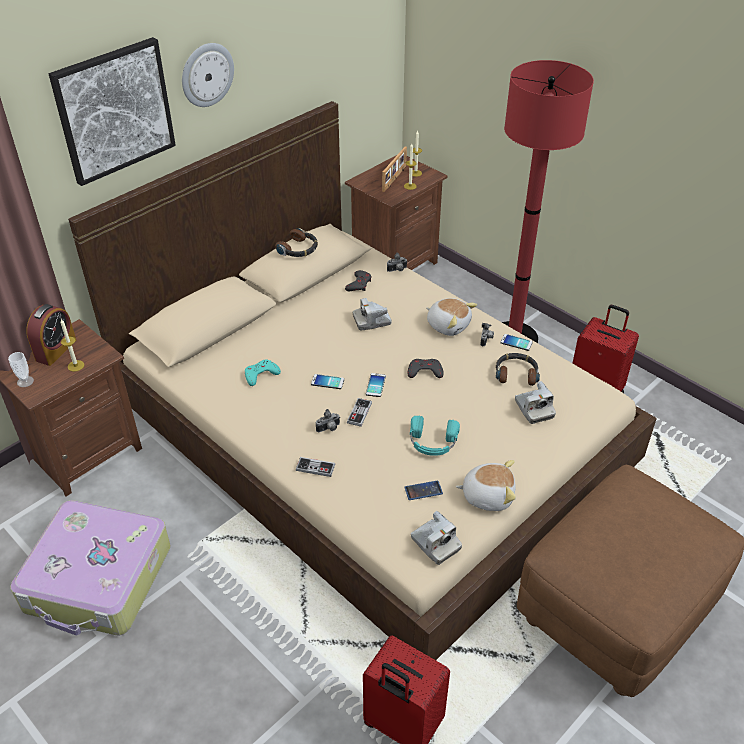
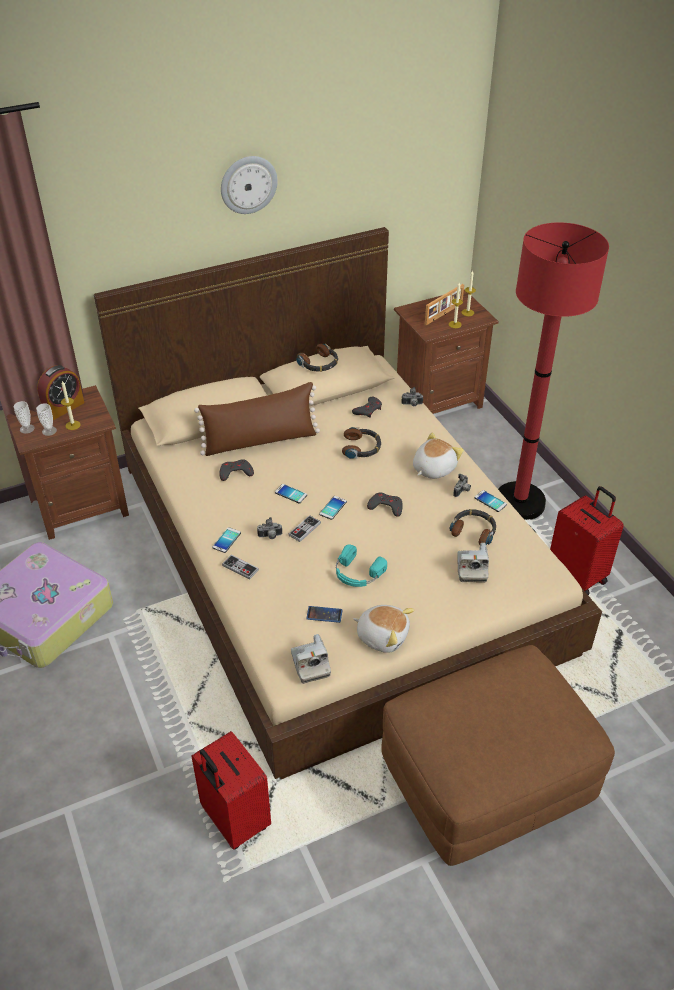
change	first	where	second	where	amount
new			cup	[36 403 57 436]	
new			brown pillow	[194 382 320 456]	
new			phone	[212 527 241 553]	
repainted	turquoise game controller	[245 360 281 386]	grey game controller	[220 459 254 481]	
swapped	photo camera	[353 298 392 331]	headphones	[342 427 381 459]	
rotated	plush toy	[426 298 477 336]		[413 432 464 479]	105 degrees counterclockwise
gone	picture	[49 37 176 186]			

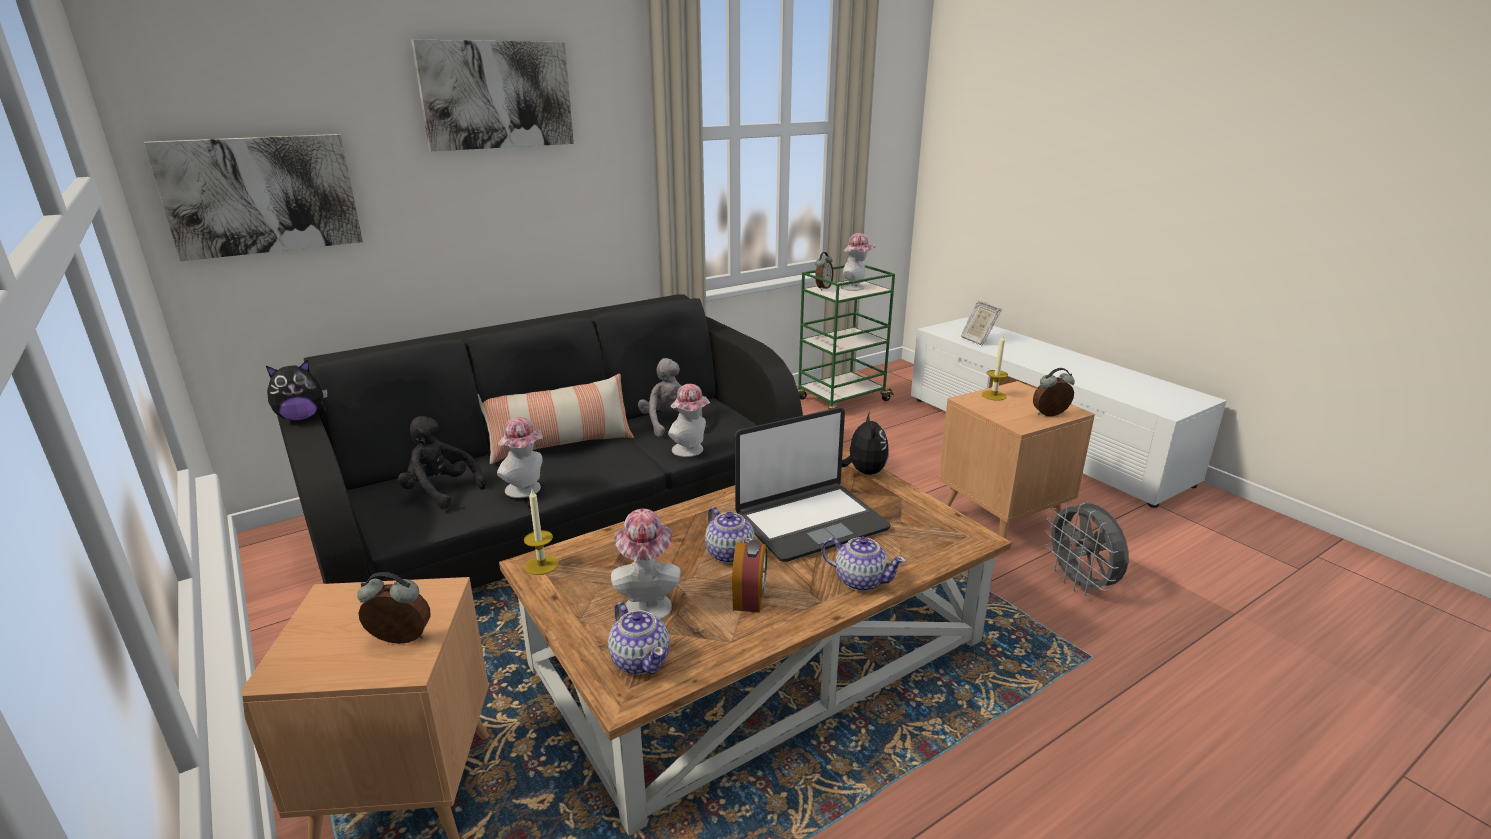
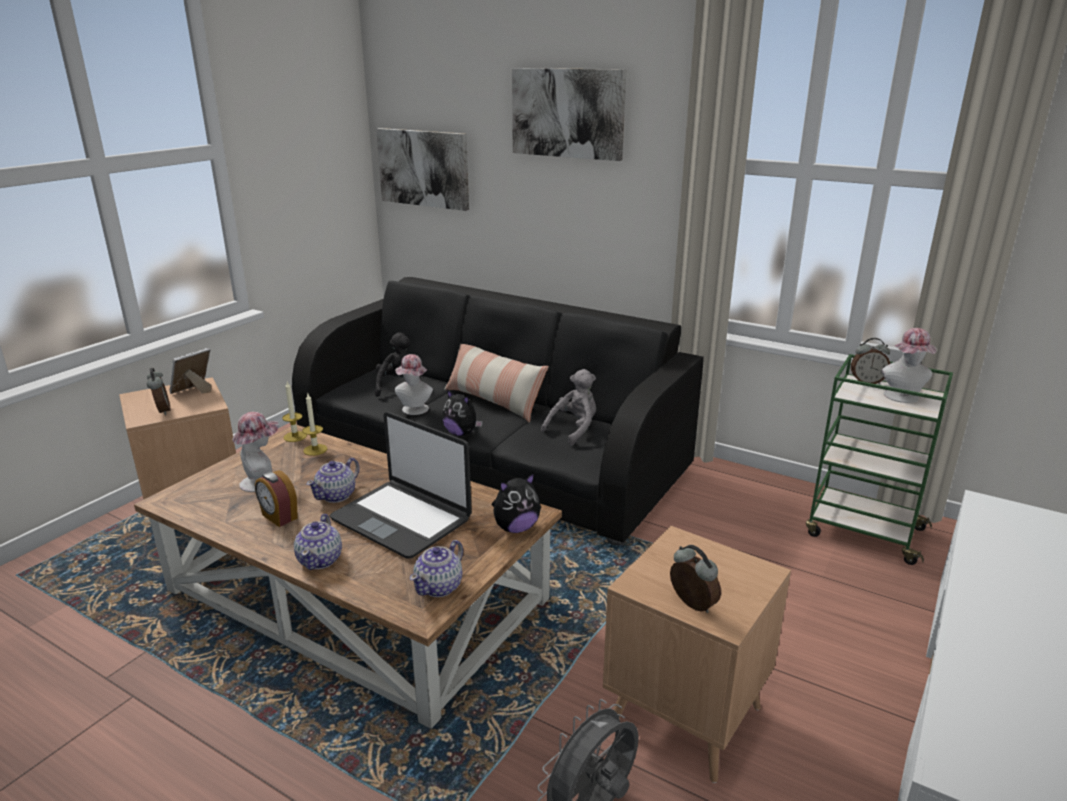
change	first	where	second	where	amount
shifted	picture frame	[961 300 1002 345]		[169 348 212 394]	
rotated	alarm clock	[732 540 767 613]		[255 470 298 527]	60 degrees clockwise
shifted	candle	[982 335 1008 401]		[302 394 327 456]	
shifted	teapot	[608 602 669 674]		[410 540 463 597]	
shifted	plush toy	[266 360 327 421]		[442 389 483 436]	
gone	hat	[668 384 711 457]			

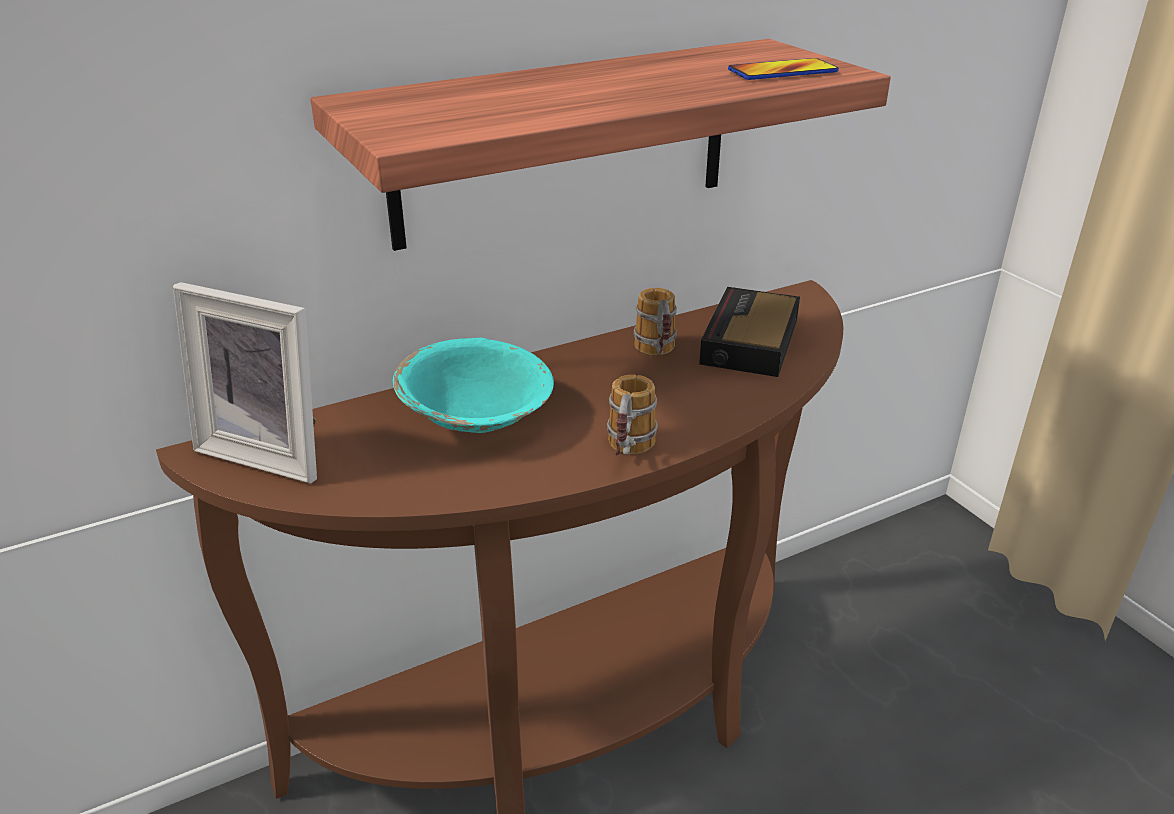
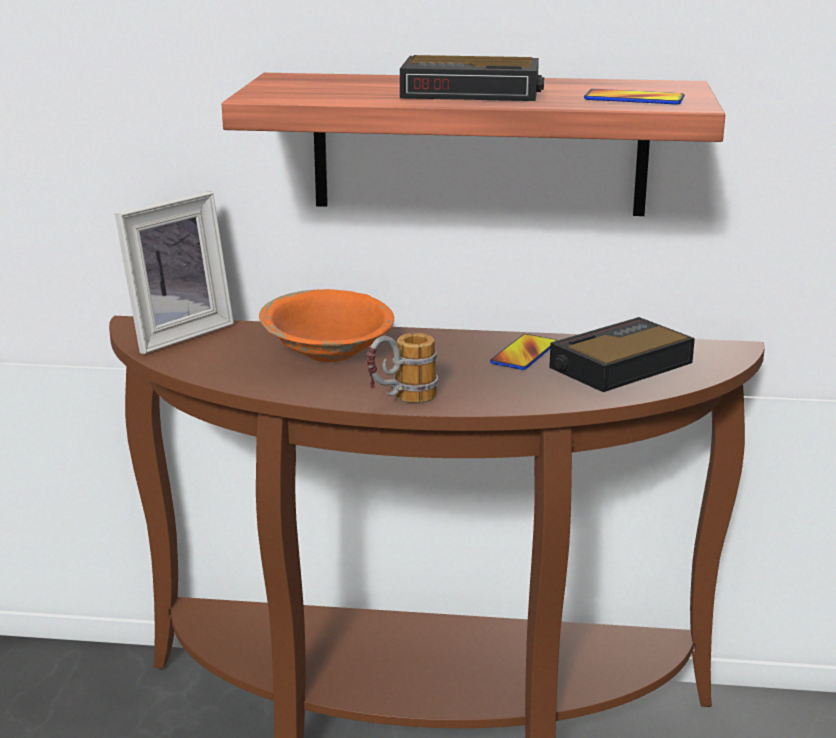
change	first	where	second	where	amount
rotated	picture frame	[173 282 317 483]		[115 191 234 354]	105 degrees counterclockwise
repainted	turquoise bowl	[393 338 554 433]	orange bowl	[259 289 394 362]	
new			alarm clock	[400 55 544 101]	
swapped	mug	[634 288 677 355]	phone	[490 334 557 370]	

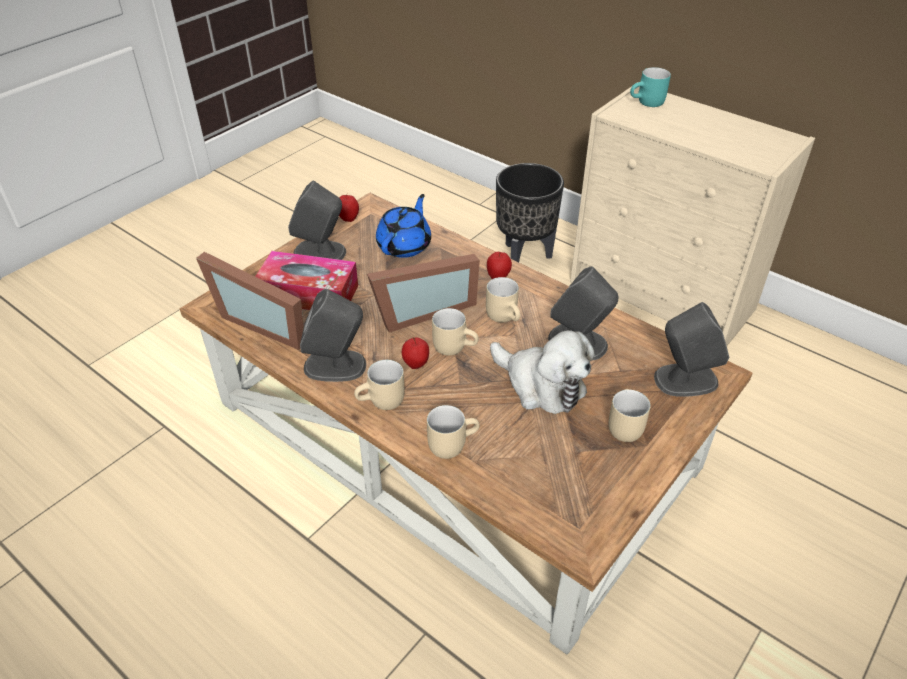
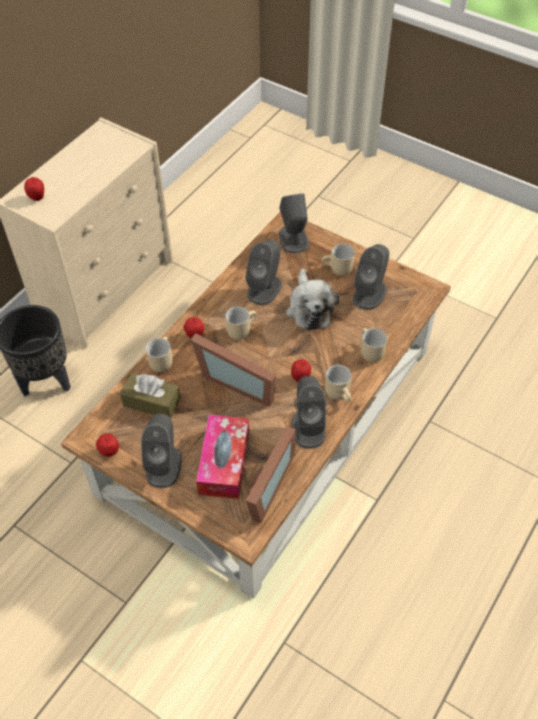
change	first	where	second	where	amount
swapped	turquoise mug	[630 67 671 107]	apple	[24 177 44 201]	
swapped	blue teapot	[376 194 431 258]	brown tissue box	[120 373 181 418]	
shifted	beige mug	[432 308 479 356]		[146 337 173 372]	
rotated	picture frame	[367 254 480 333]		[191 333 276 407]	150 degrees clockwise
rotated	plush toy	[490 330 595 414]		[286 269 339 330]	135 degrees clockwise
new			grey speaker	[353 244 389 310]	

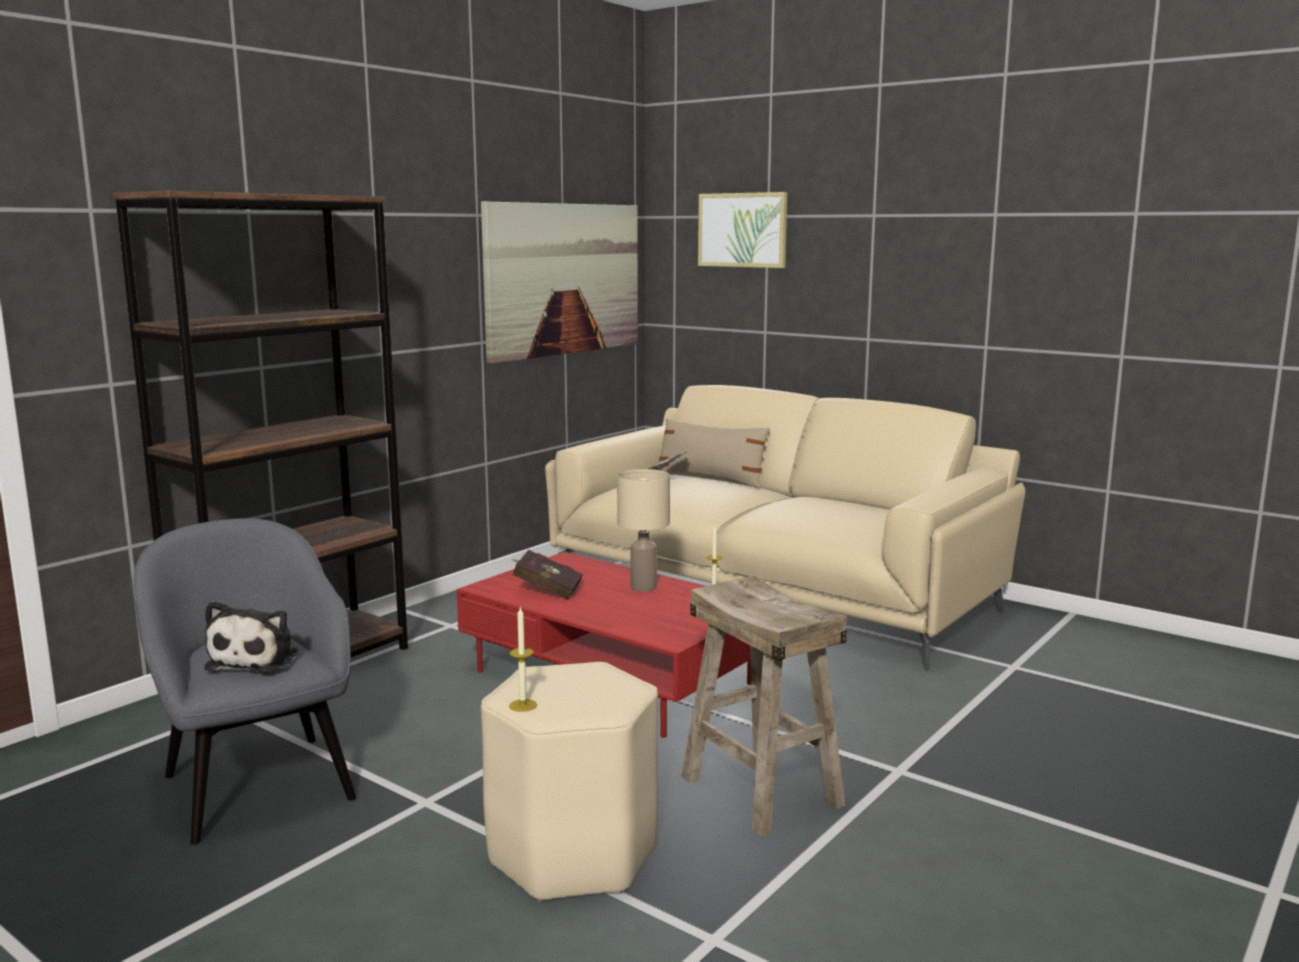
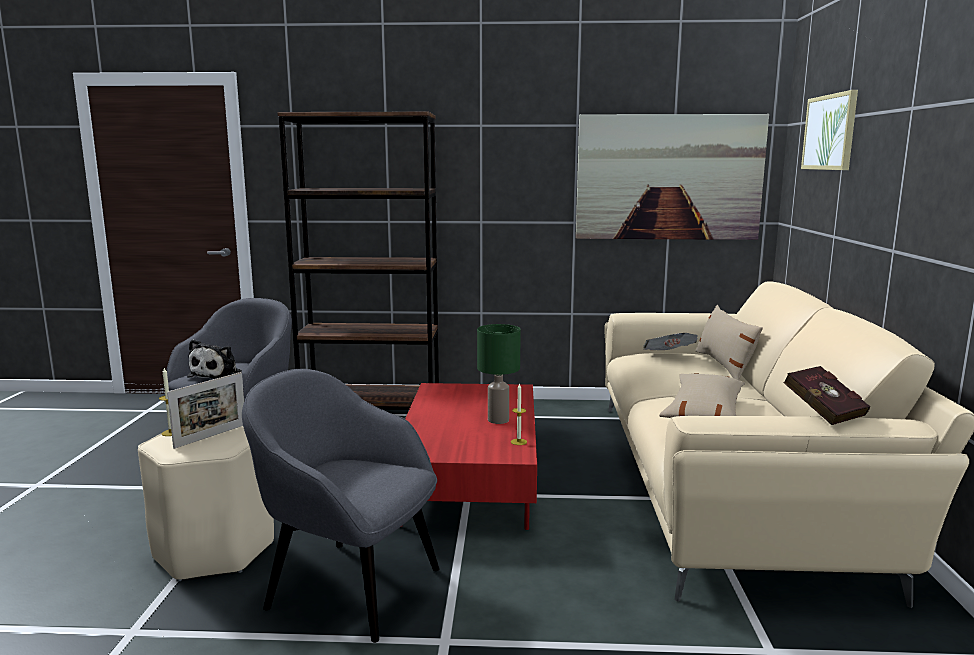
change	first	where	second	where	amount
new			picture frame	[167 372 244 449]	
rotated	plush toy	[204 601 299 673]		[187 339 242 379]	45 degrees counterclockwise
swapped	beige stool	[681 576 847 837]	grey armchair	[242 369 439 643]	
repainted	beige table lamp	[617 469 670 592]	green table lamp	[477 324 521 424]	
new			beige pillow	[659 373 745 418]	
shifted	red book	[511 550 583 600]		[784 366 870 425]	

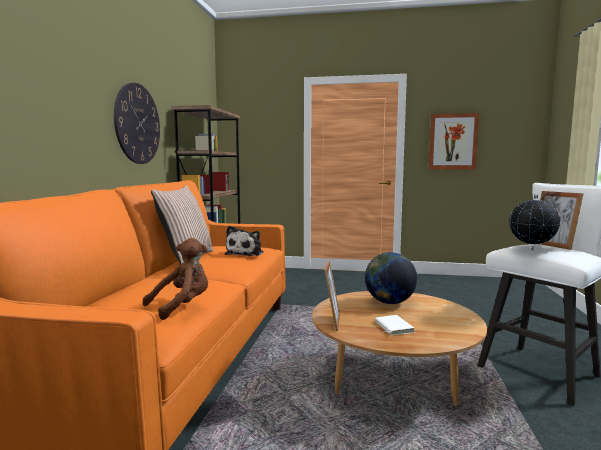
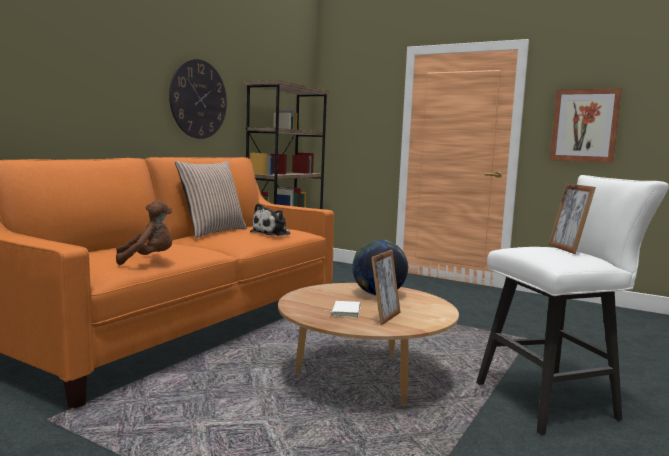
change	first	where	second	where	amount
shifted	picture frame	[324 260 340 331]		[371 250 401 325]	
gone	globe	[509 194 560 250]			

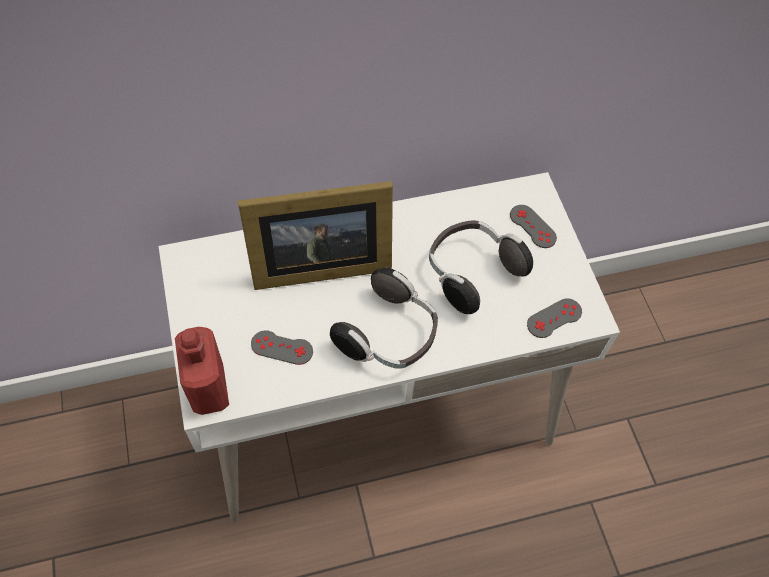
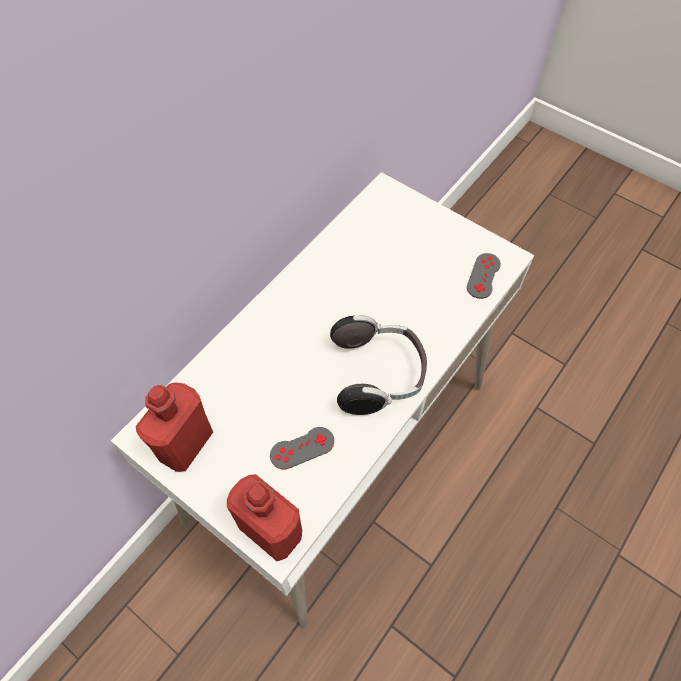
change	first	where	second	where	amount
new			red bottle	[136 382 213 472]	
gone	picture frame	[238 181 393 290]			
gone	headphones	[429 220 533 314]			
gone	grey game controller	[510 205 557 248]			

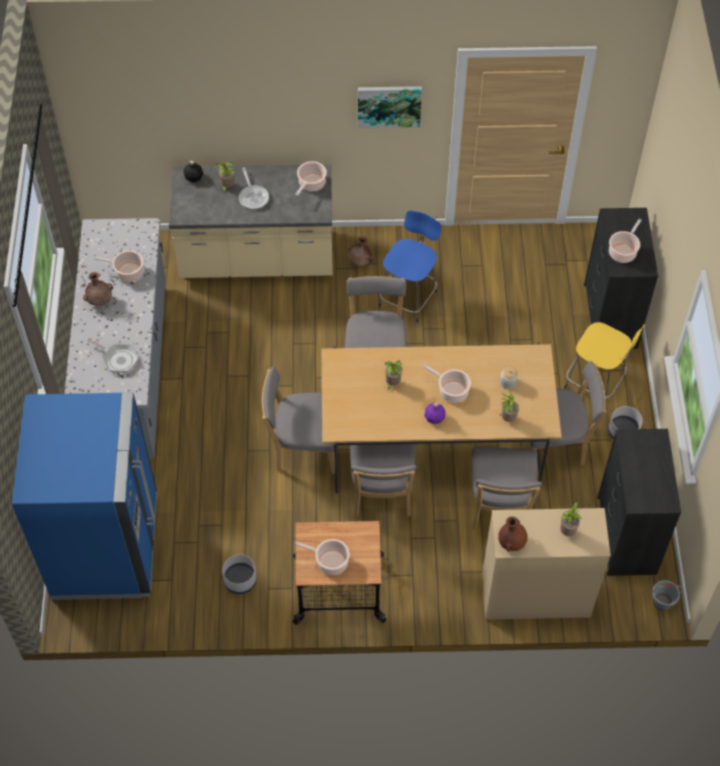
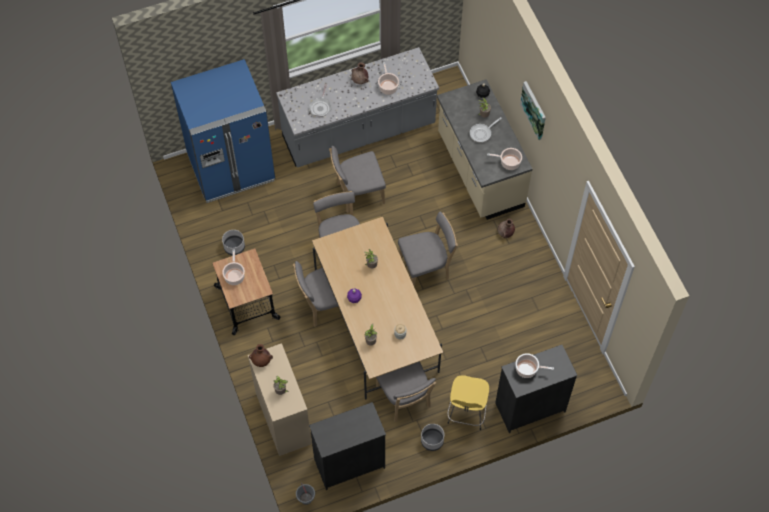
change	first	where	second	where	amount
shifted	grey chair	[471 447 542 530]		[329 146 386 213]	
shifted	picture	[358 86 422 129]		[520 81 546 140]	
gone	blue stool	[379 210 441 323]			
gone	cooking pot	[423 365 471 403]			

